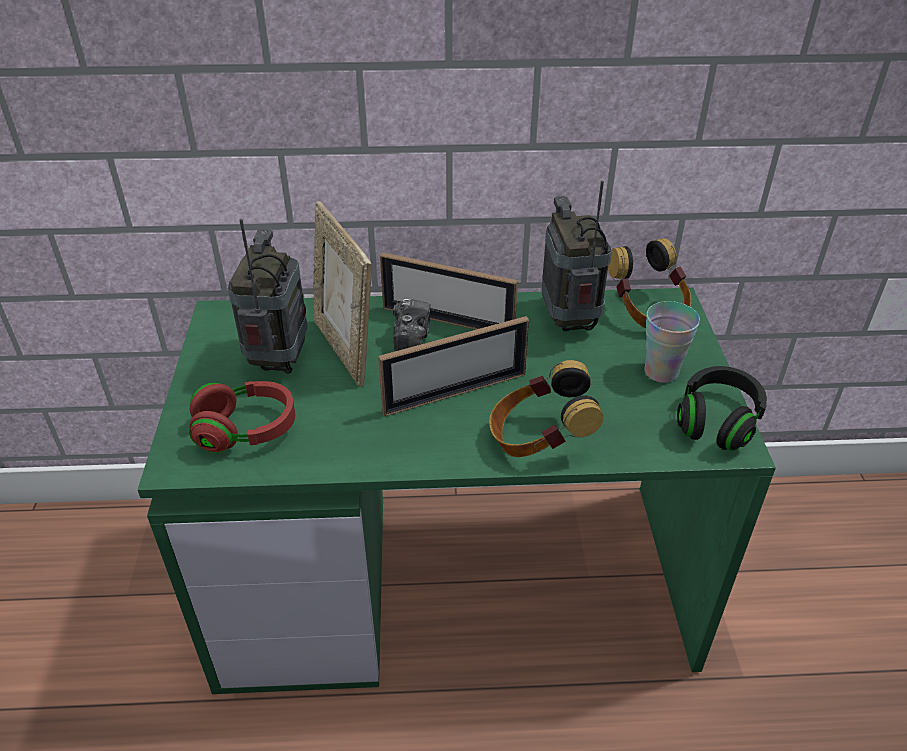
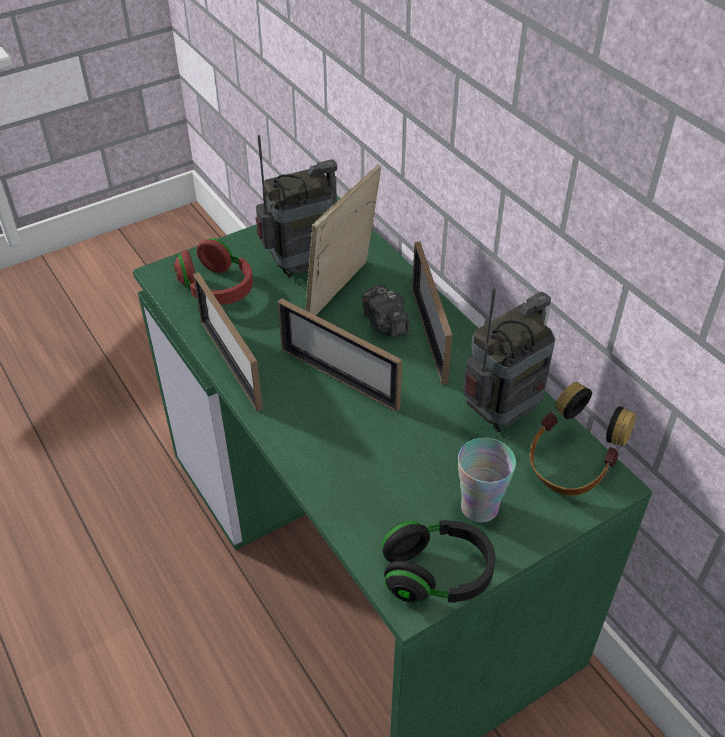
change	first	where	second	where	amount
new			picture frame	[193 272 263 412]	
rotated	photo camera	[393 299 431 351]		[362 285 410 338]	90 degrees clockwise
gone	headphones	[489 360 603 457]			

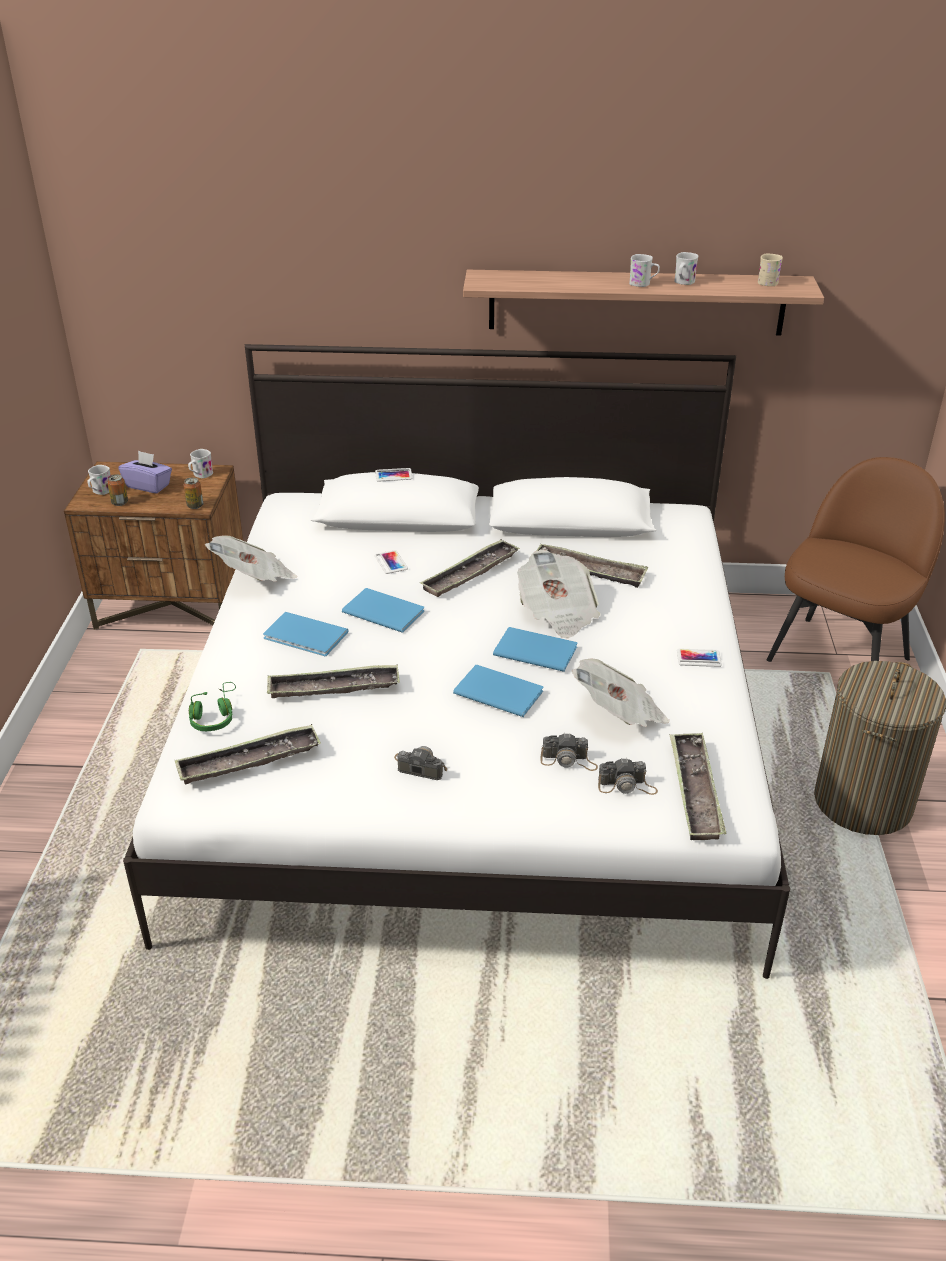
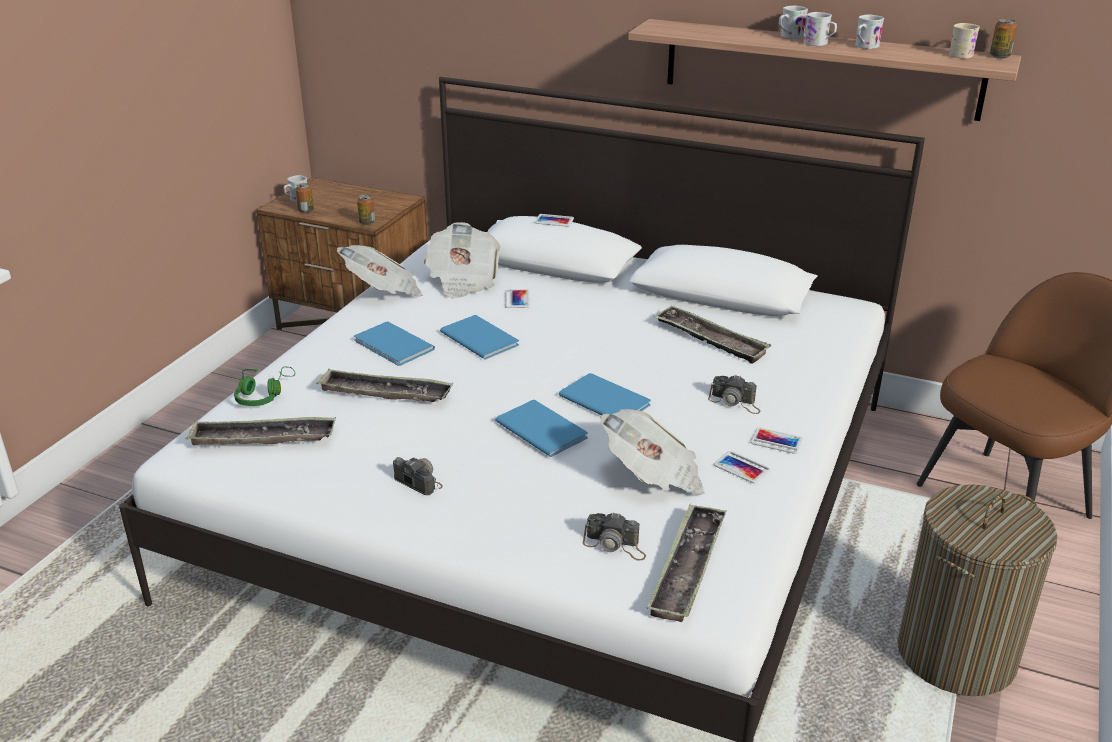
change	first	where	second	where	amount
shifted	newspaper	[517 550 600 639]		[424 222 500 298]	
shifted	photo camera	[541 733 598 771]		[708 374 761 414]	
new			phone	[714 451 771 484]	
shifted	white mug	[188 449 213 478]		[779 6 808 39]	
new			can	[990 19 1017 58]	
gone	purple tissue box	[119 450 172 493]			
gone	tray	[420 539 520 597]			

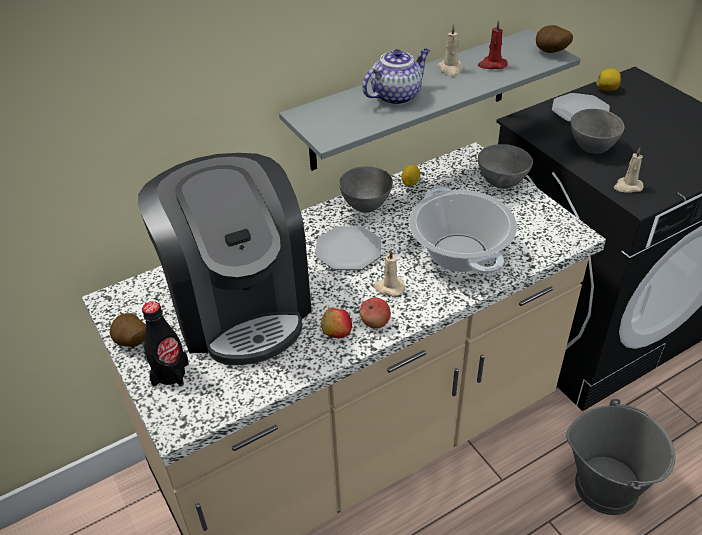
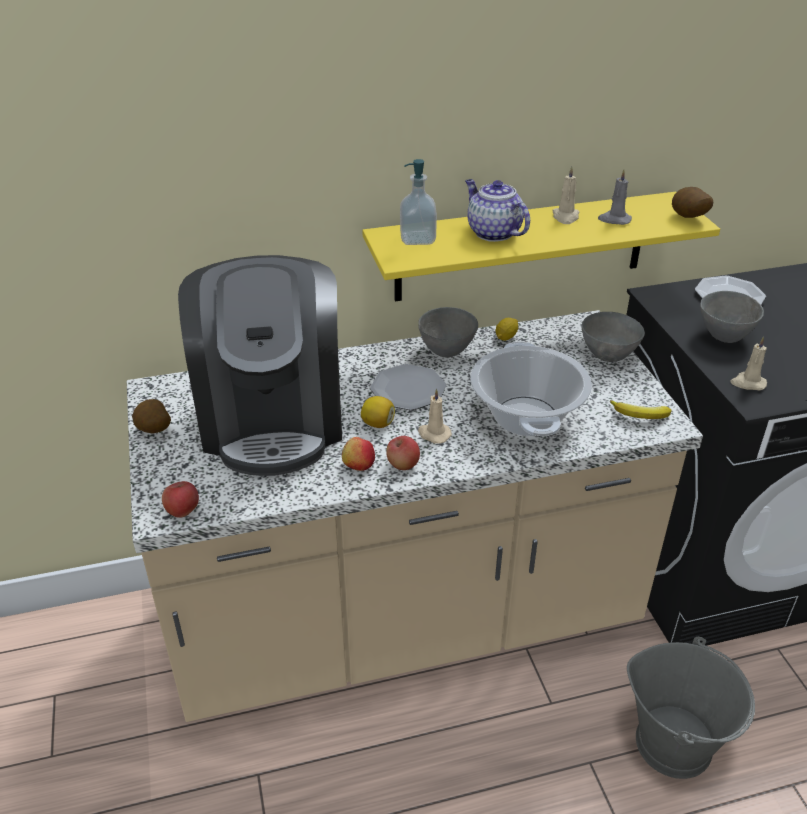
change	first	where	second	where	amount
new			apple	[162 481 199 518]	
shifted	lemon	[596 69 621 91]		[361 396 395 428]	
repainted	grey shelf	[279 29 581 171]	yellow shelf	[362 192 720 302]	
new			soap dispenser	[400 159 437 245]	
rotated	teapot	[362 49 430 105]		[465 179 530 242]	105 degrees counterclockwise
repainted	red candle	[478 20 508 69]	grey candle	[598 169 632 225]	
new			banana	[610 400 672 419]	
gone	black bottle	[142 301 189 387]			

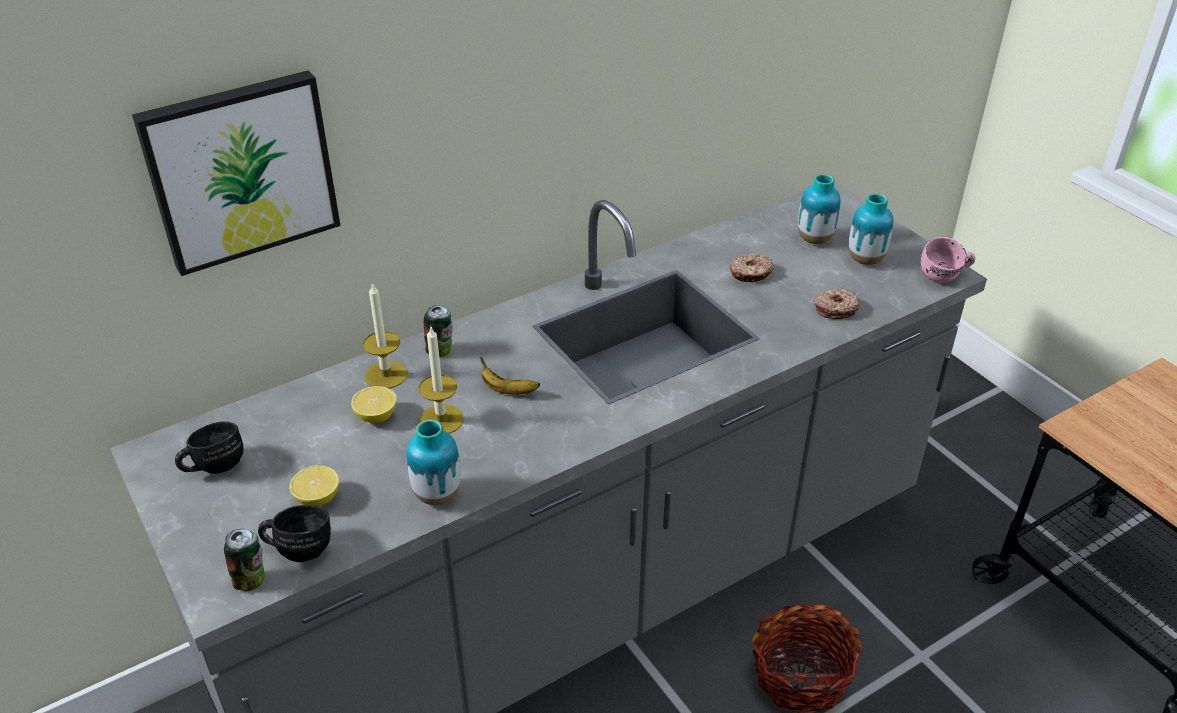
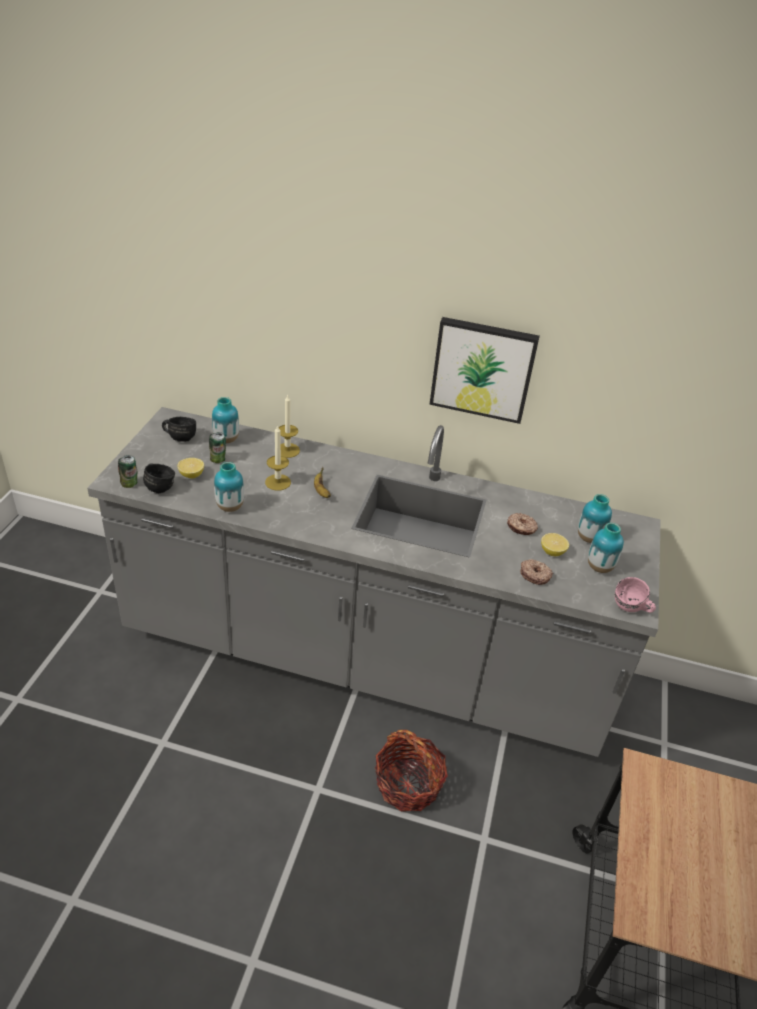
change	first	where	second	where	amount
shifted	can	[424 305 453 357]		[209 432 226 463]	
new			vase	[212 397 239 443]	
shifted	picture	[132 70 341 276]		[429 317 540 424]	
shifted	lemon	[351 386 397 424]		[541 533 569 556]	

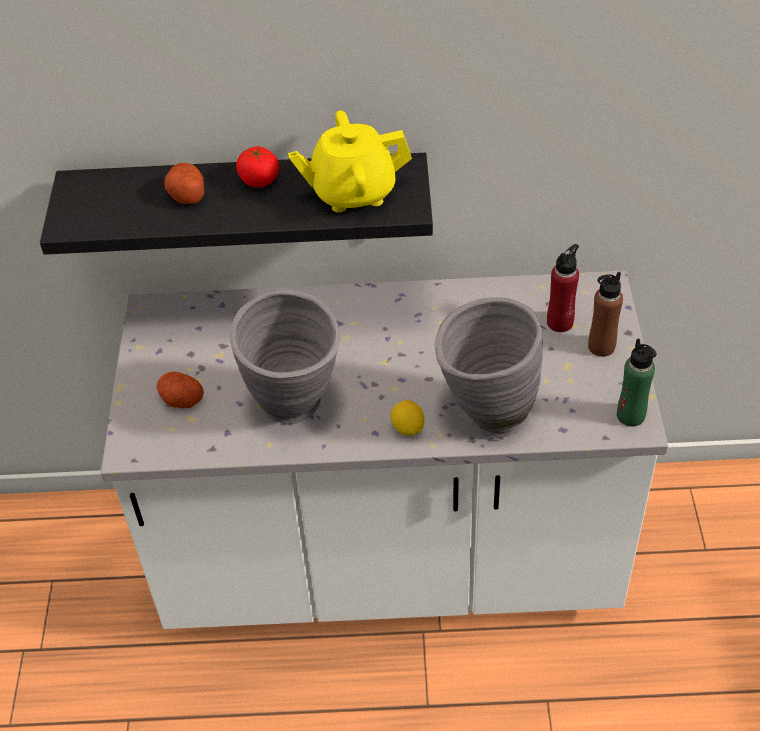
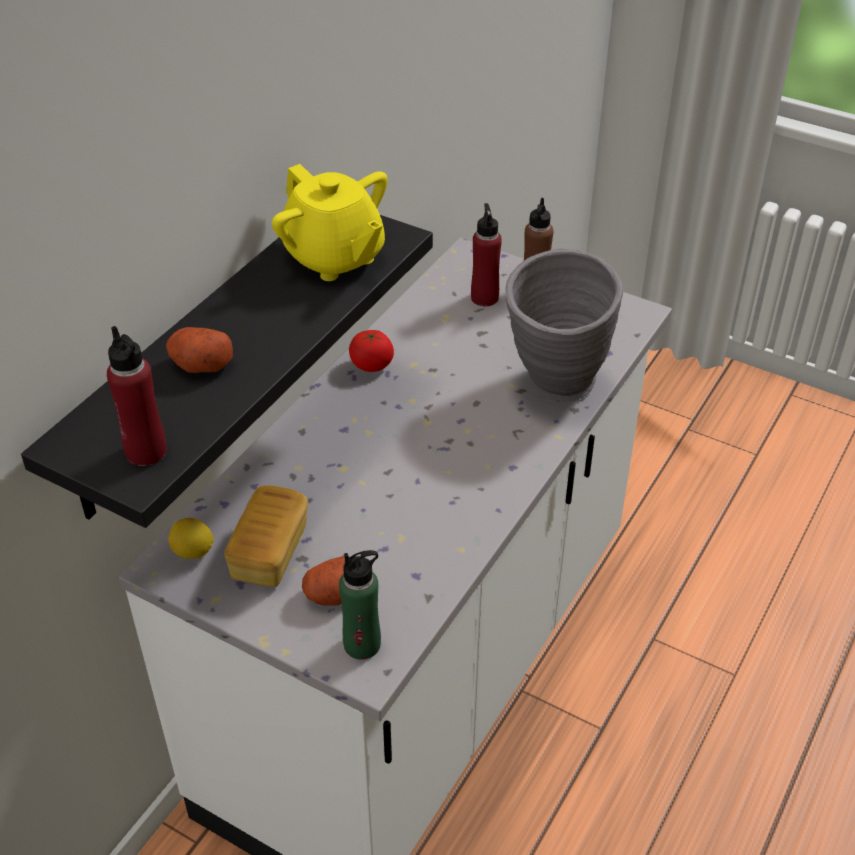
change	first	where	second	where	amount
new			red bottle	[107 326 167 466]	
shifted	lemon	[391 400 424 436]		[168 518 214 559]	
new			bread	[225 485 308 587]	
rotated	yellow teapot	[288 110 412 212]		[272 164 388 281]	60 degrees counterclockwise
shifted	green bottle	[617 338 656 427]		[339 550 381 660]	
shifted	tomato	[236 146 279 188]		[349 330 394 372]	
gone	grey vase	[230 290 340 424]			

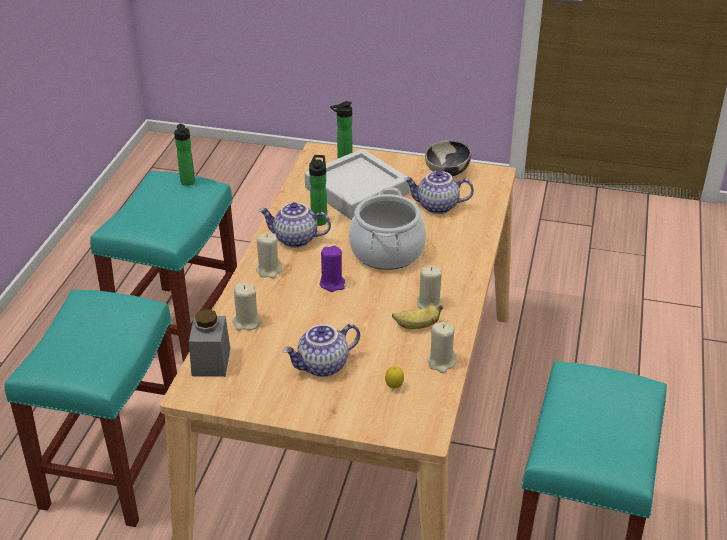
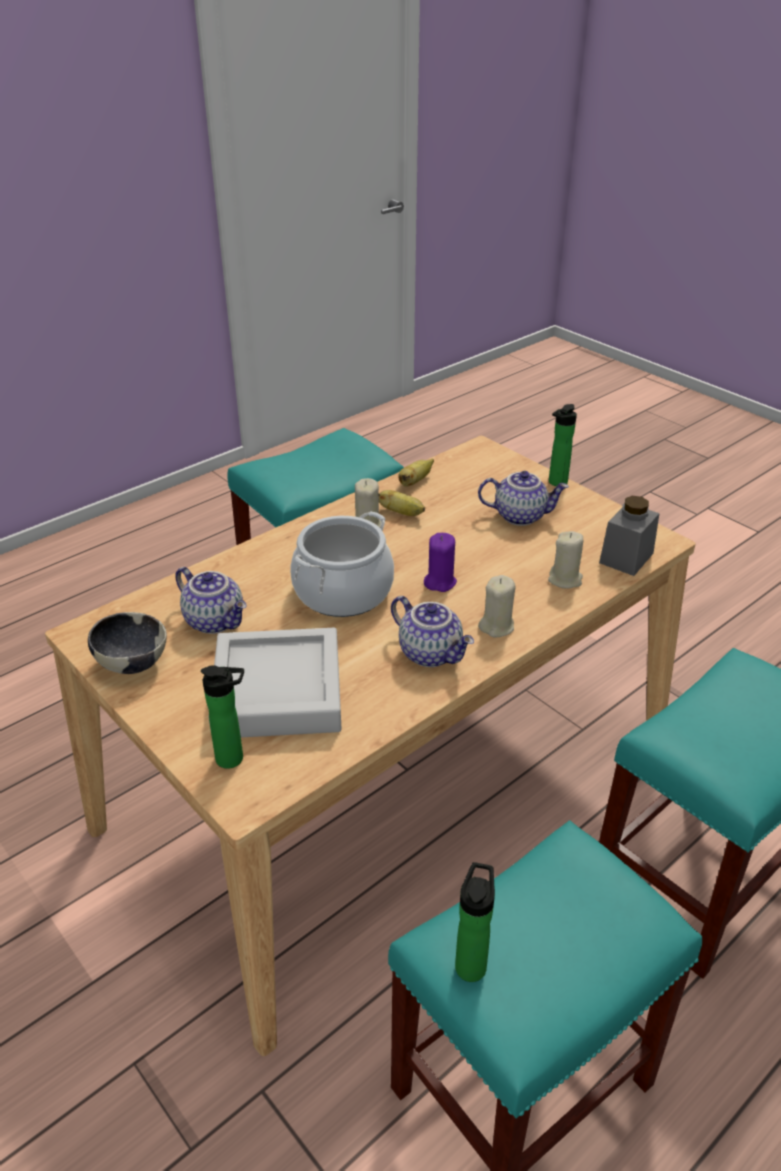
change	first	where	second	where	amount
swapped	beige candle	[427 322 457 373]	banana	[398 459 434 487]	
shifted	bottle	[309 155 327 226]		[549 404 577 486]	
gone	lemon	[385 366 404 389]			

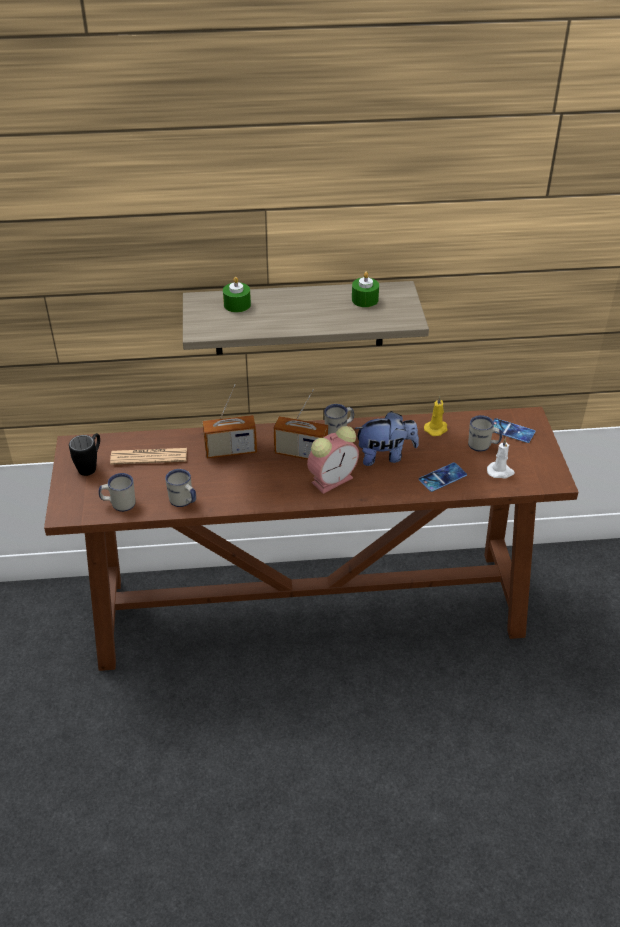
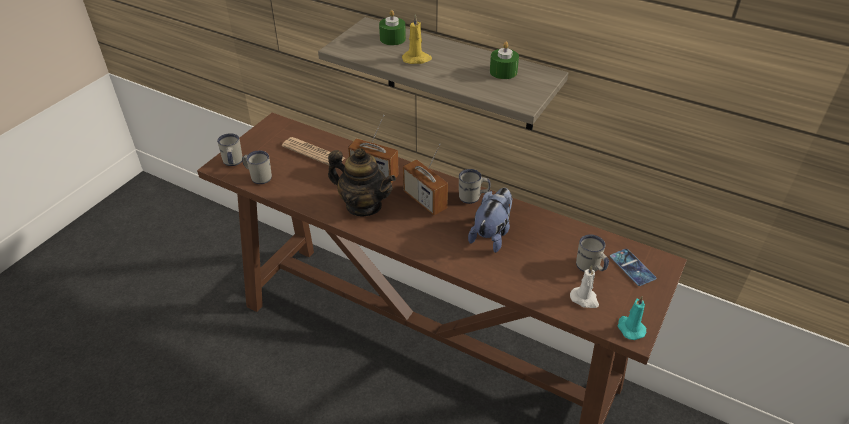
change	first	where	second	where	amount
shifted	white mug	[165 469 196 507]		[217 133 243 166]	
new			teapot	[328 148 396 216]	
shifted	yellow candle	[424 396 448 436]		[402 14 432 64]	
rotated	plush toy	[354 411 419 466]		[468 188 512 253]	90 degrees counterclockwise
new			turquoise candle	[618 296 646 340]	
gone	black mug	[69 433 100 476]			
gone	alarm clock	[307 426 359 494]			
gone	phone	[419 462 467 492]			

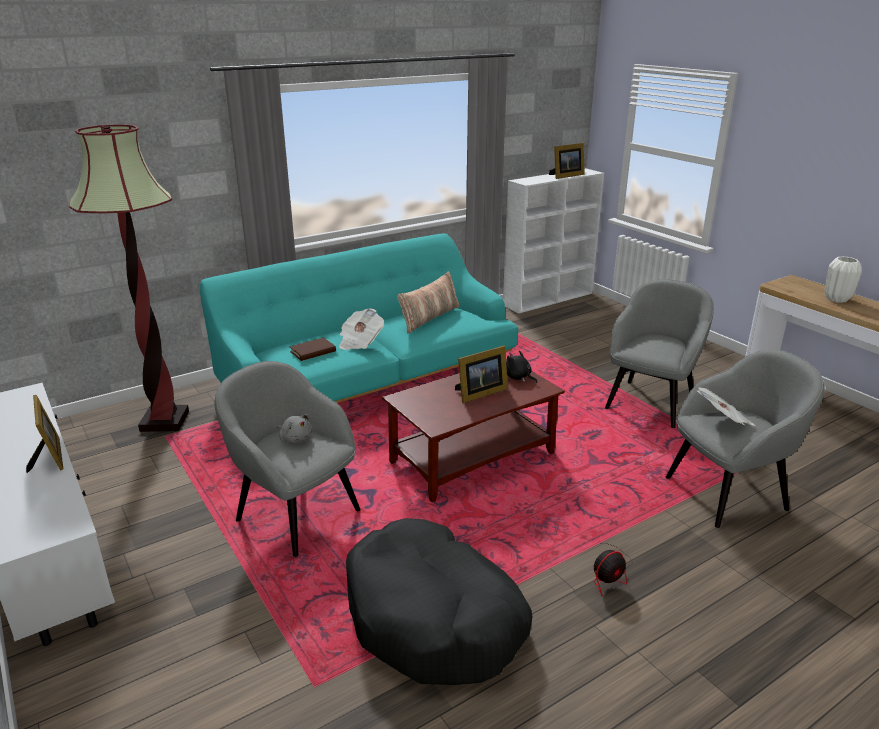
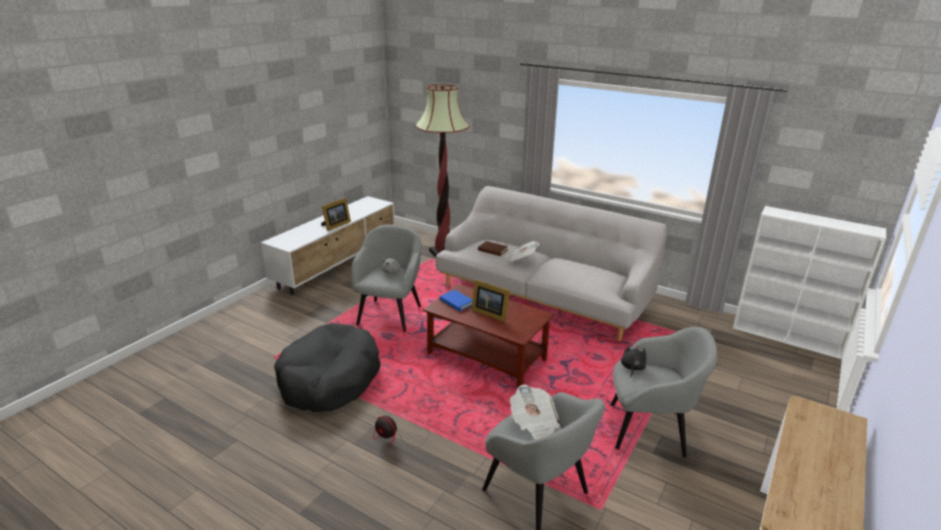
change	first	where	second	where	amount
repainted	turquoise sofa	[200 234 518 403]	grey sofa	[436 186 667 341]	
new			blue book	[440 290 472 311]	
shifted	black plush toy	[506 350 537 383]		[621 345 647 378]	
gone	pillow	[397 271 460 334]			
gone	picture frame	[549 143 585 179]			
gone	white vase	[825 256 862 303]			

